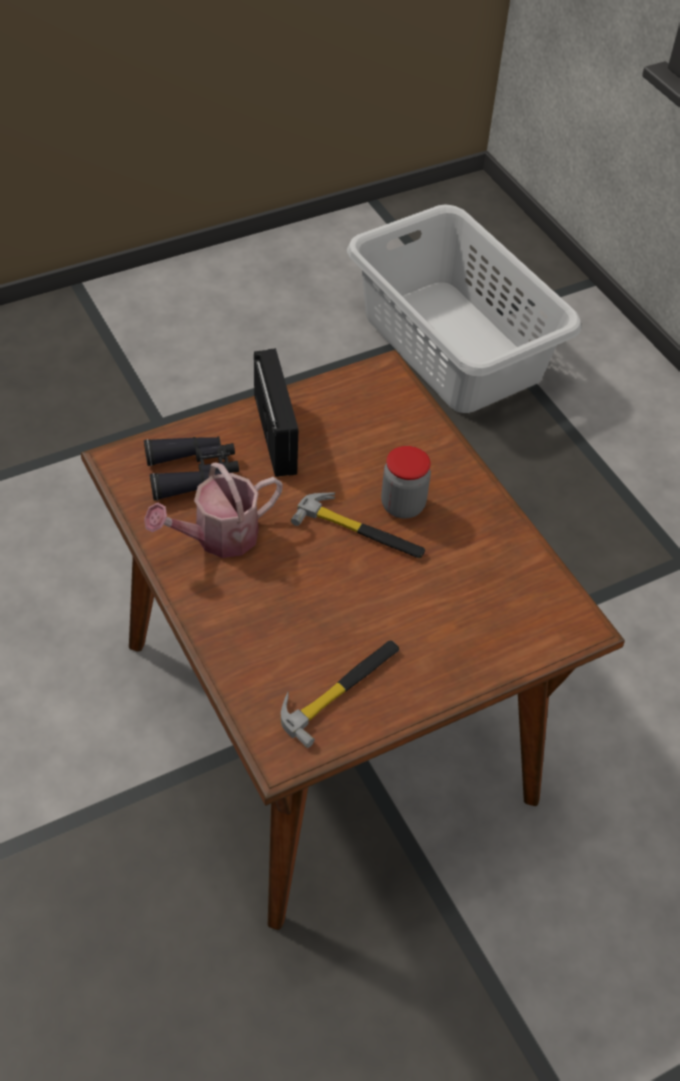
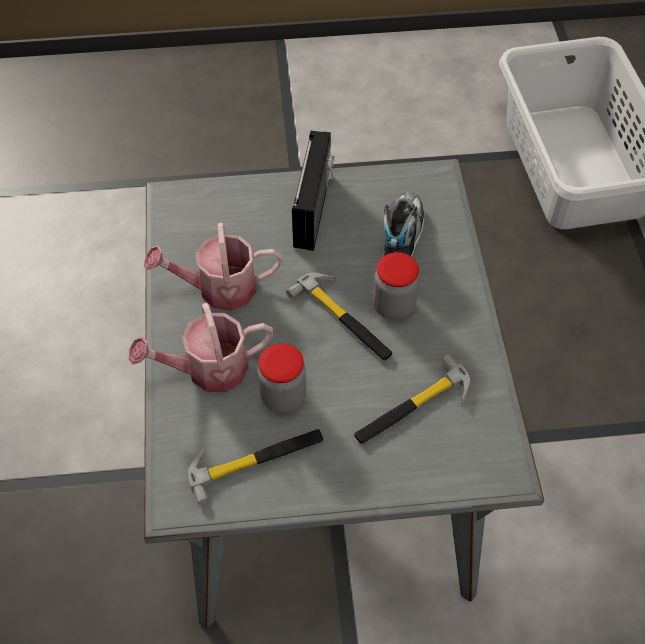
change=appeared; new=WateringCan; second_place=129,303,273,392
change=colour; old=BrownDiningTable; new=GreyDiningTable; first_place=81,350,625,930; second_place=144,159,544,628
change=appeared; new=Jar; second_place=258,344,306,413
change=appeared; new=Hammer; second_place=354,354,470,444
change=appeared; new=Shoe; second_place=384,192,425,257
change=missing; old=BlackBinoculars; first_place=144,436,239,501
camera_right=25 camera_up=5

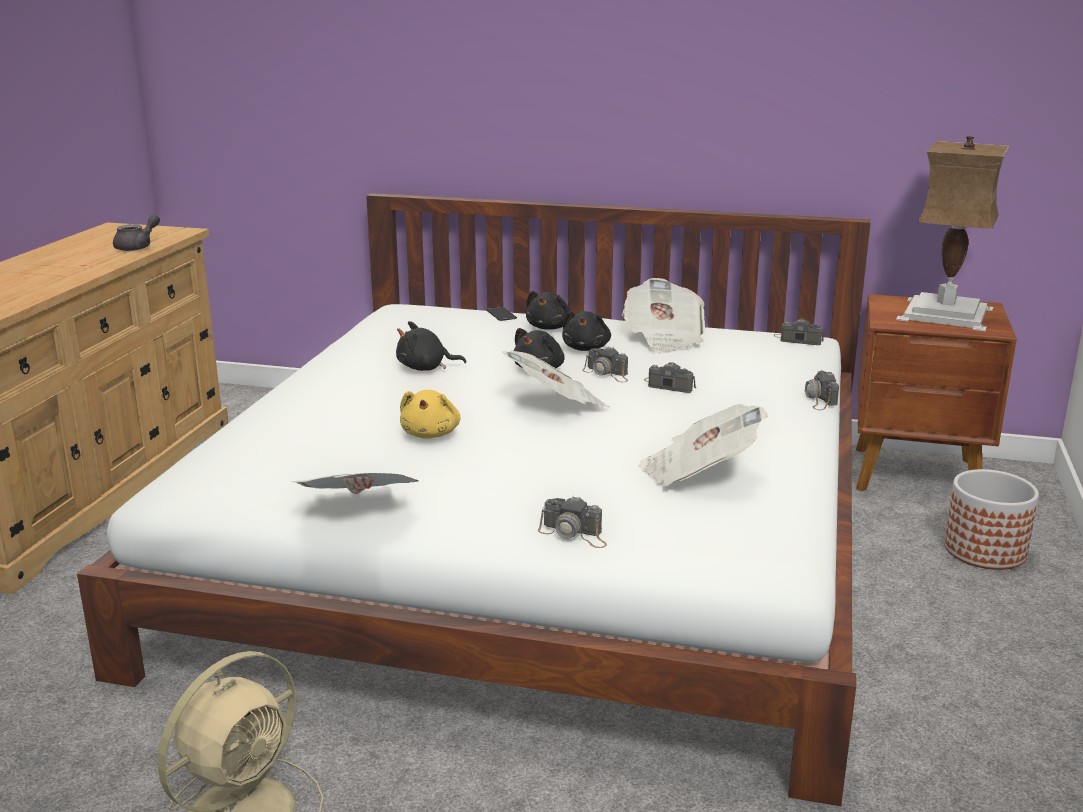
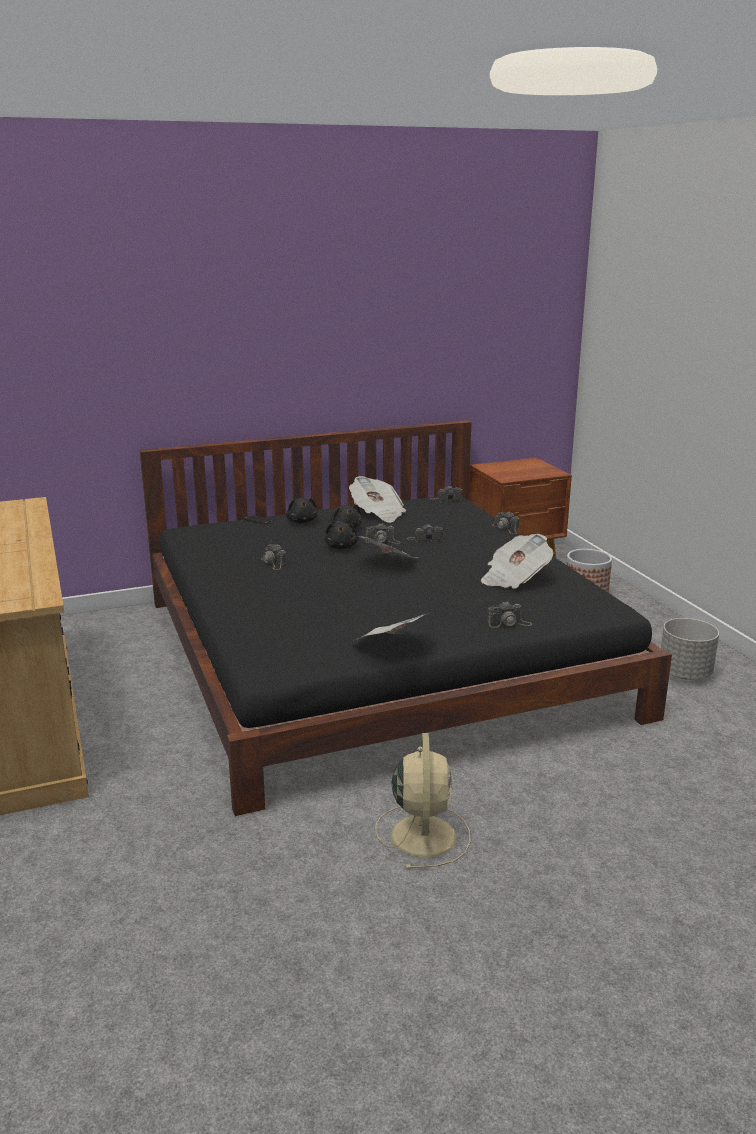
change=colour; old=WhiteBed; new=BlackBed; first_place=77,193,871,806; second_place=139,420,672,816
change=exchanged; old=BlackPlushToy; new=PhotoCamera; first_place=396,321,466,371; second_place=261,544,286,570
change=appeared; new=GreyPlanter; second_place=661,618,719,680
change=missing; old=GreyTeapot; first_place=113,214,160,251
change=missing; old=YellowPlushToy; first_place=400,390,461,438
change=missing; old=TableLamp; first_place=896,136,1009,331
camera_right=-35 camera_up=0

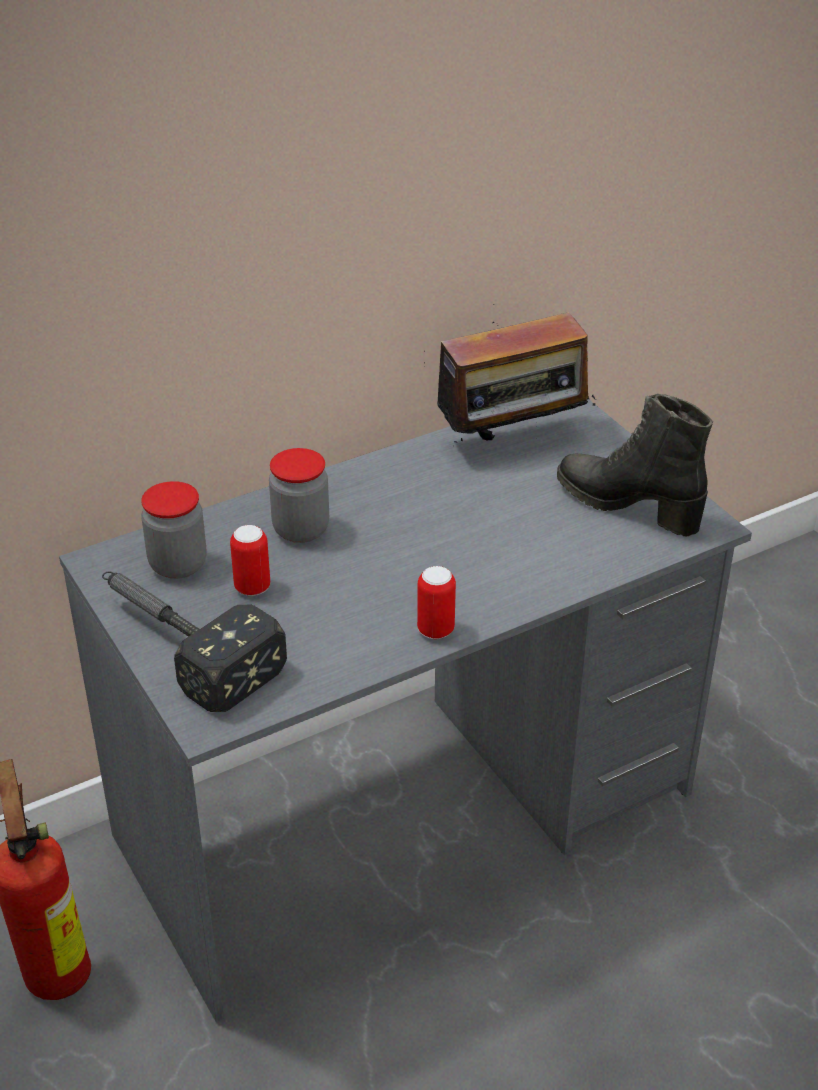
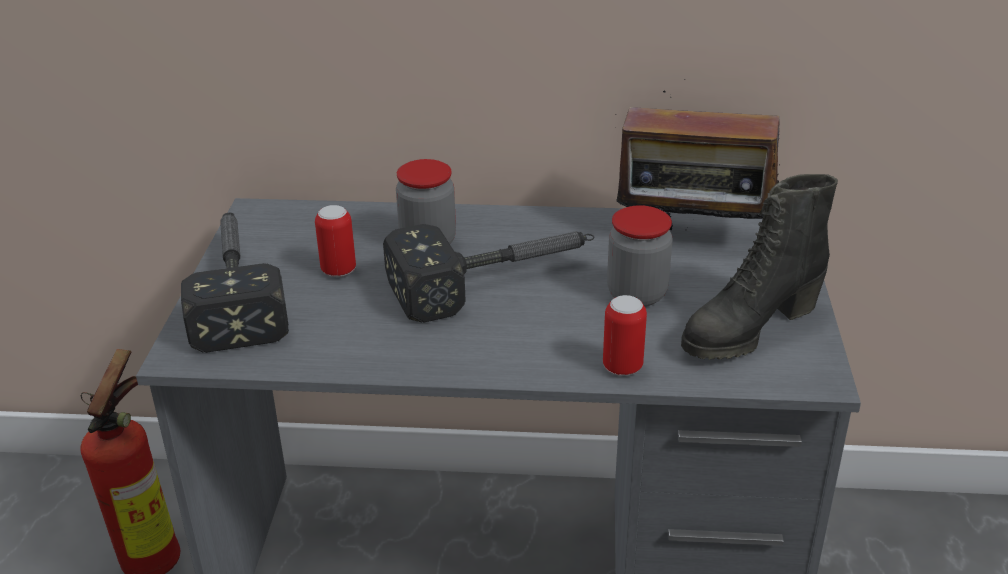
change=appeared; new=Hammer; second_place=383,224,595,323
change=relocated; old=Can; first_place=417,566,456,639; second_place=603,295,647,376
change=relocated; old=Jar; first_place=141,481,206,579; second_place=607,205,673,307
change=spun; old=BlackBoot; first_place=557,394,713,536; second_place=681,174,838,360; degrees=-105
camera_right=35 camera_up=-5

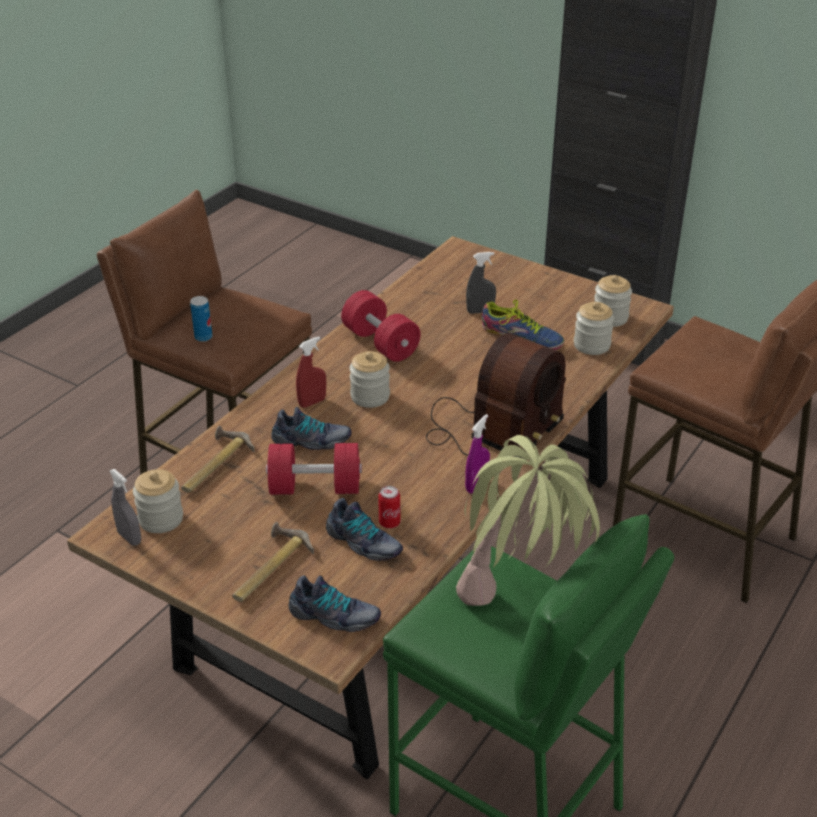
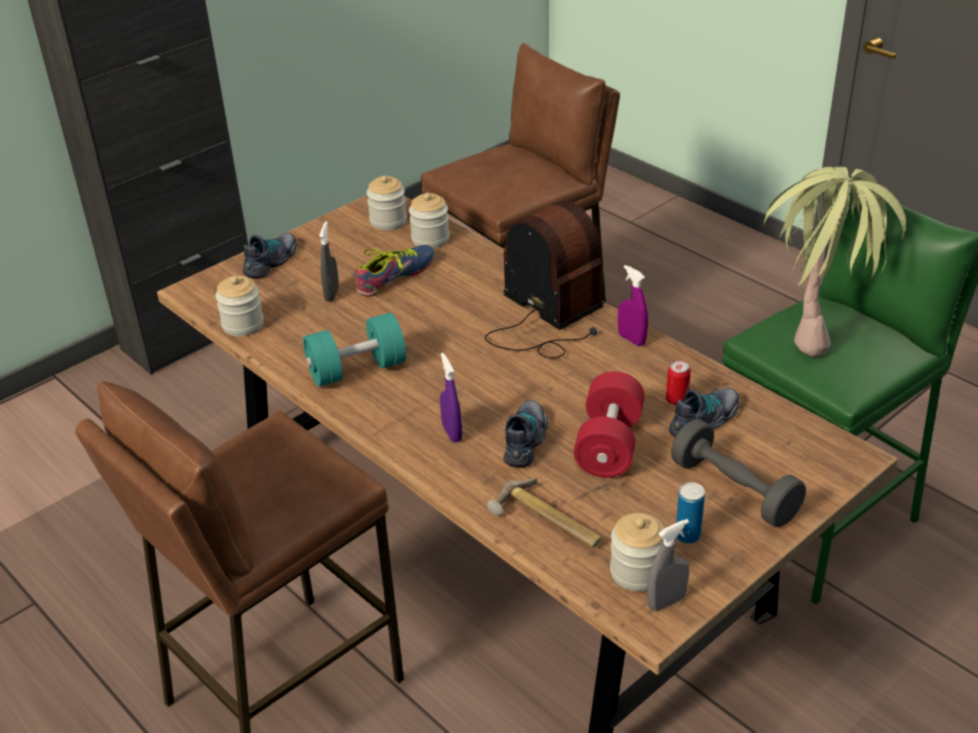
change=relocated; old=Jar; first_place=349,351,390,408; second_place=215,276,264,336
change=relocated; old=Shoe; first_place=289,575,381,632; second_place=243,233,297,279
change=colour; old=RedDumbbell; new=TurquoiseDumbbell; first_place=341,290,421,362; second_place=303,313,406,387
change=colour; old=RedSprayBottle; new=PurpleSprayBottle; first_place=296,337,326,408; second_place=440,353,462,442
change=exchanged; old=Hammer; new=GreyDumbbell; first_place=232,522,314,602; second_place=671,419,806,527
change=relocated; old=Can; first_place=190,296,213,342; second_place=676,482,705,544
camera_right=-75 camera_up=0

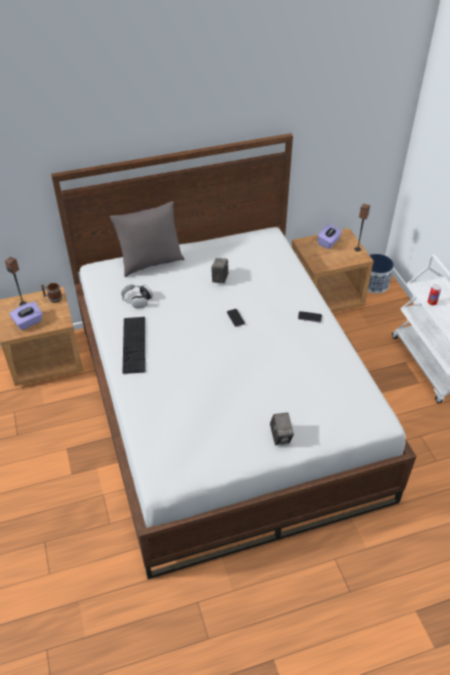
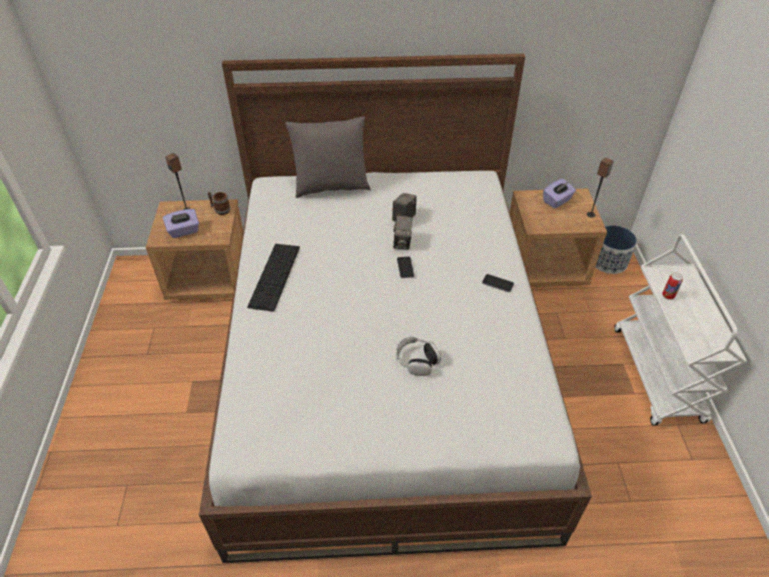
change=relocated; old=PhotoCamera; first_place=270,413,294,445; second_place=393,215,413,250
change=relocated; old=Headphones; first_place=121,284,153,308; second_place=396,337,441,376
camera_right=15 camera_up=0

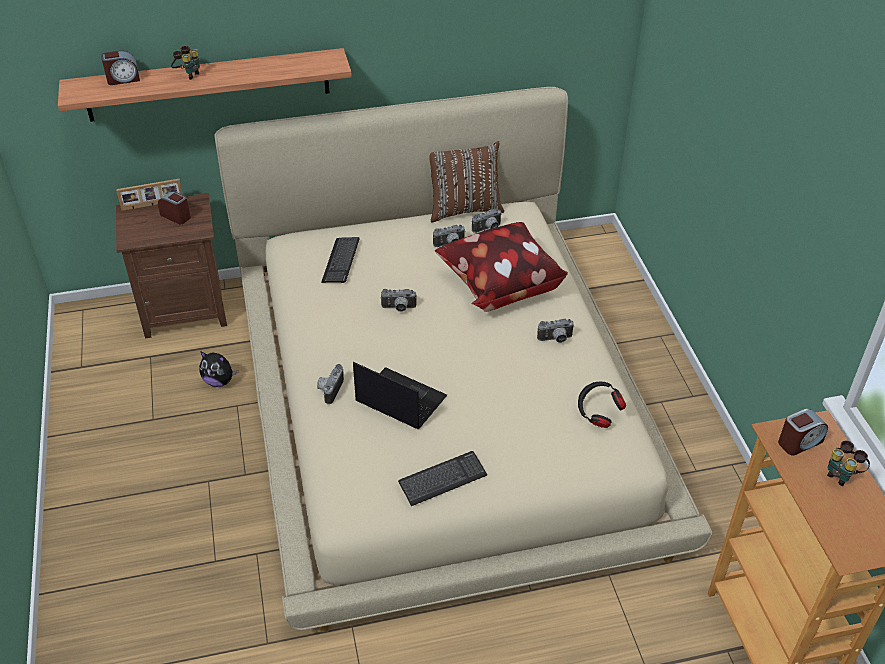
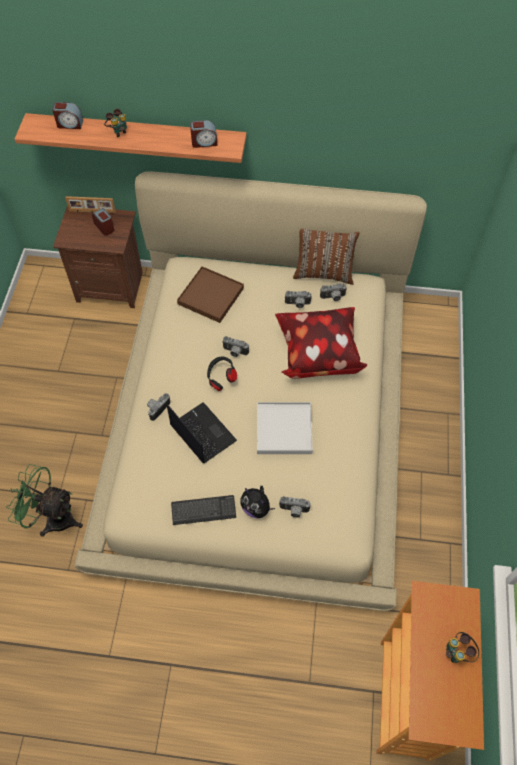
change=appeared; new=GreenFan; second_place=6,464,83,537
change=exchanged; old=Keyboard; new=BrownTray; first_place=321,237,360,283; second_place=177,266,244,323
change=relocated; old=AlarmClock; first_place=778,408,828,456; second_place=190,120,217,148
change=relocated; old=BlackHeadphones; first_place=578,381,626,428; second_place=207,357,237,391
change=relocated; old=PlushToy; first_place=199,351,238,387; second_place=241,486,275,518
change=appeared; new=WhiteTray; second_place=257,402,313,454
change=relocated; old=PhotoCamera; first_place=537,319,574,343; second_place=279,496,311,518
camera_right=20 camera_up=15

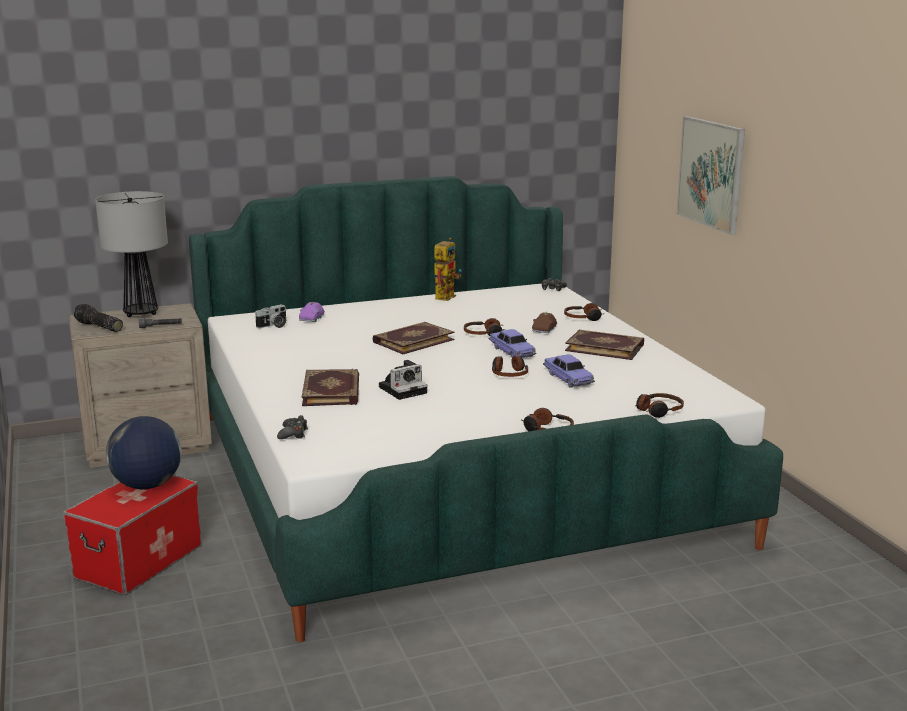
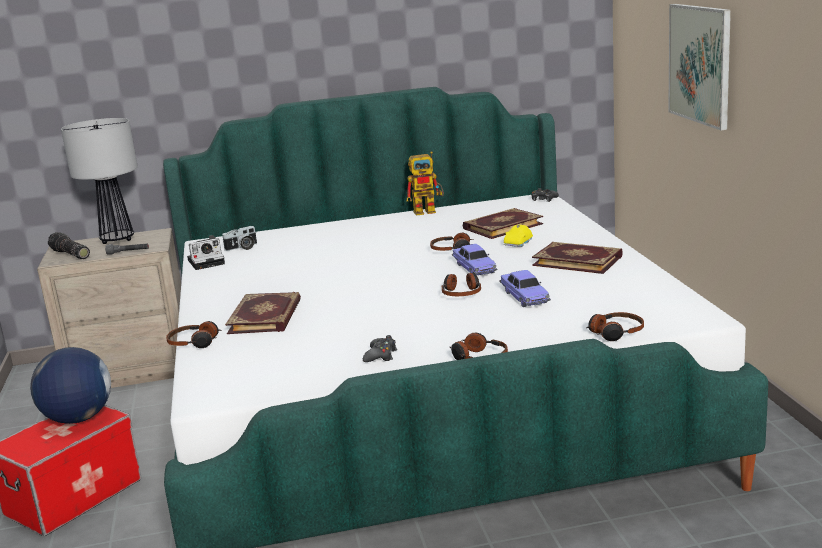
change=relocated; old=Headphones; first_place=564,303,602,321; second_place=166,321,222,348
change=relocated; old=PhotoCamera; first_place=379,360,427,400; second_place=187,235,225,270
change=relocated; old=BlackGameController; first_place=277,415,308,439; second_place=363,335,397,362
change=spun; old=ToyRobot; first_place=434,238,462,301; second_place=406,151,444,216; degrees=45
change=relocated; old=Book; first_place=373,322,454,354; second_place=463,208,543,239
change=colour; old=BrownToyCar; new=YellowToyCar; first_place=532,312,557,333; second_place=504,224,533,247
change=missing; old=PurpleToyCar; first_place=299,301,325,322
camera_right=10 camera_up=0

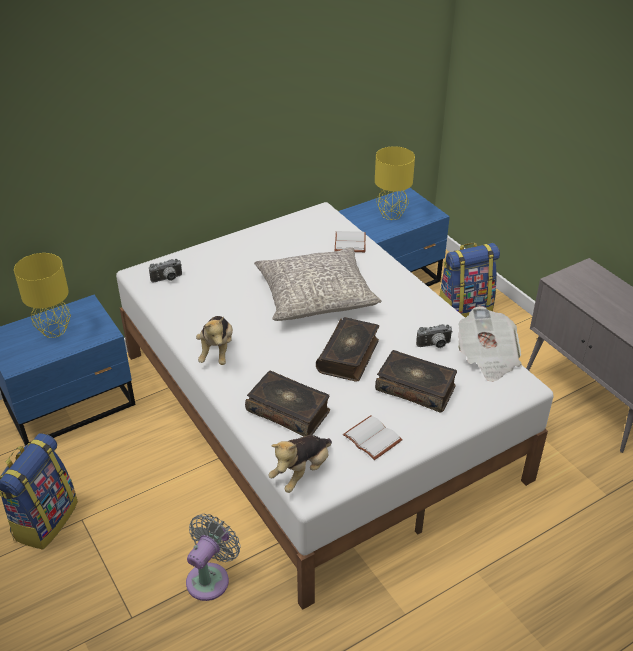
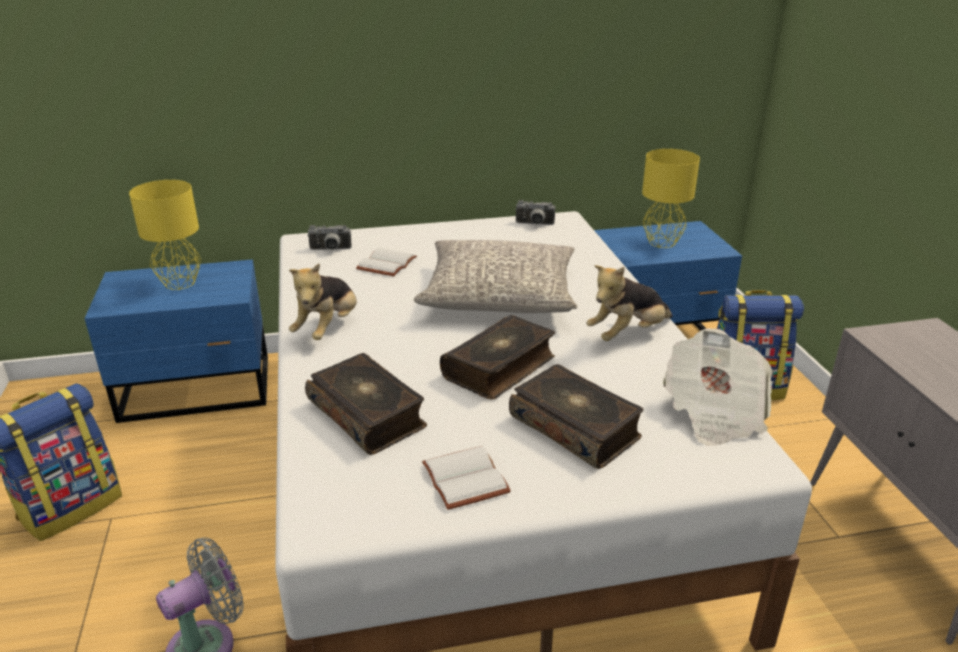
change=relocated; old=WhiteBook; first_place=335,231,366,252; second_place=356,248,417,276
change=relocated; old=PhotoCamera; first_place=416,324,453,348; second_place=515,200,556,225
change=relocated; old=PlushToy; first_place=269,435,332,493; second_place=586,265,673,341
camera_right=20 camera_up=-10

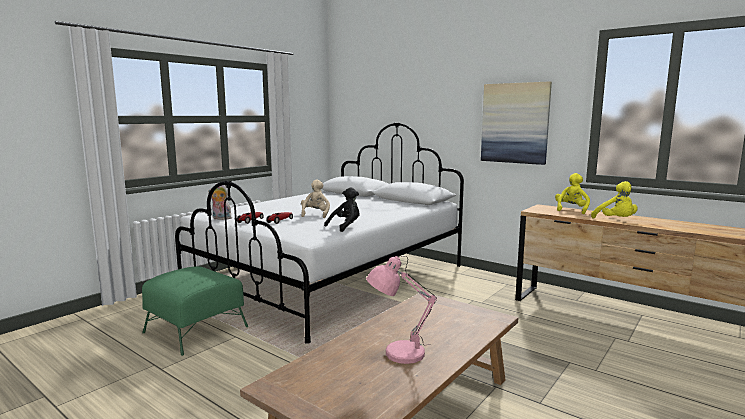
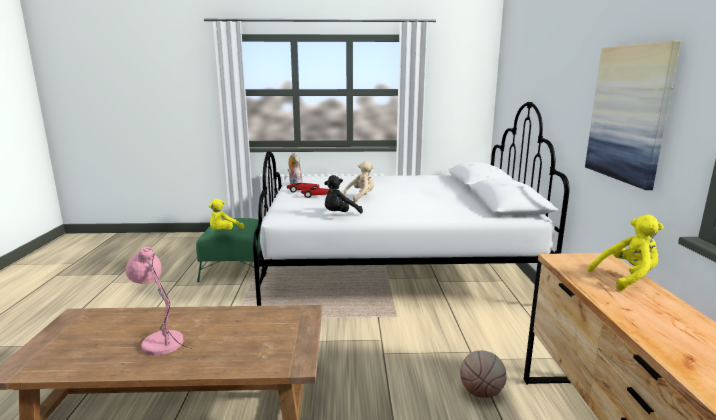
change=relocated; old=YellowPlushToy; first_place=591,181,638,218; second_place=208,199,244,230
change=spun; old=BlackPlushToy; first_place=324,187,360,232; second_place=324,175,363,213; degrees=135
change=appeared; new=Basketball; second_place=460,350,507,398
camera_right=50 camera_up=5

